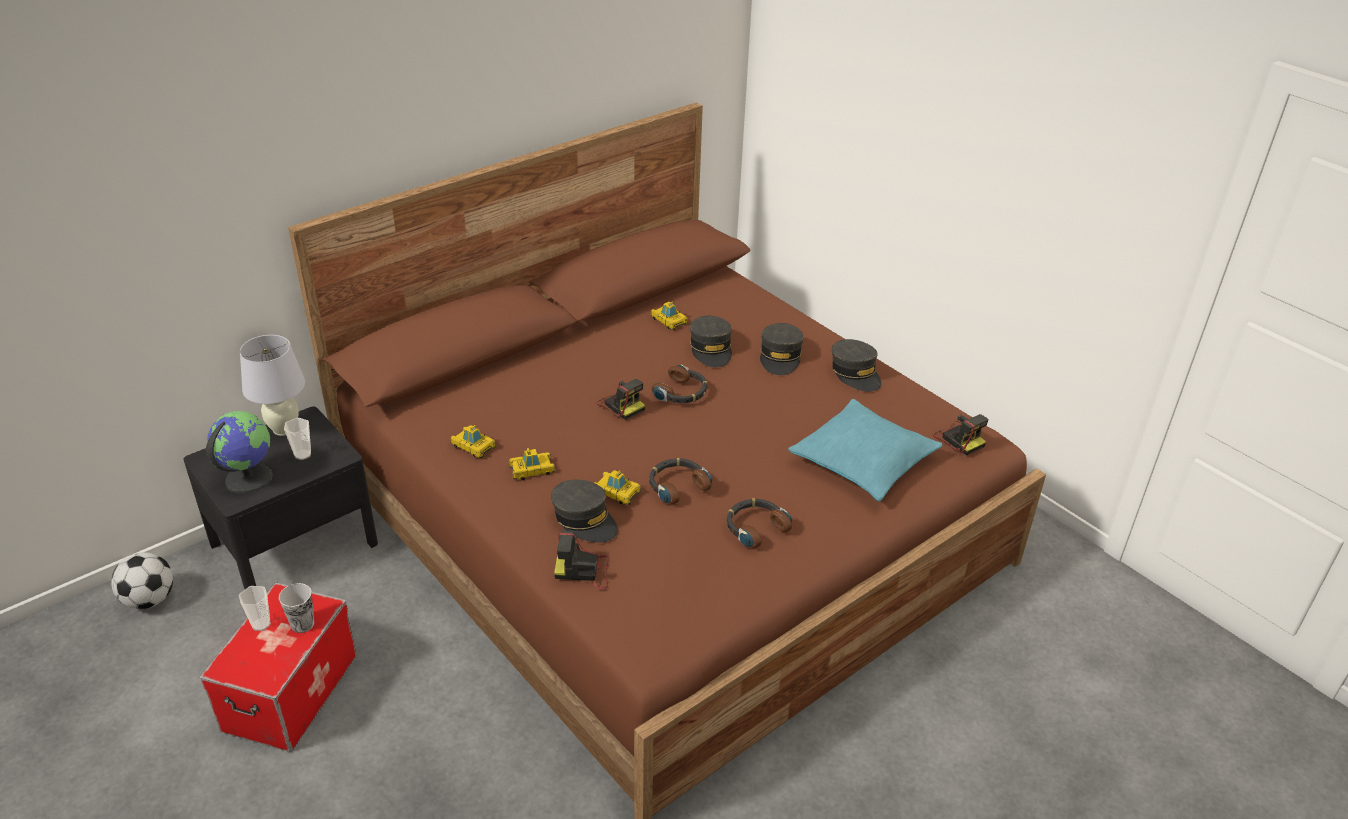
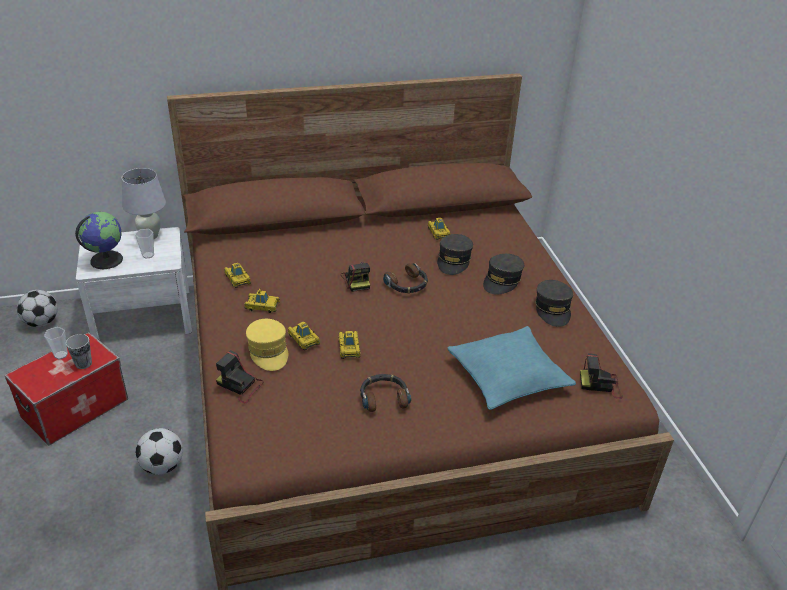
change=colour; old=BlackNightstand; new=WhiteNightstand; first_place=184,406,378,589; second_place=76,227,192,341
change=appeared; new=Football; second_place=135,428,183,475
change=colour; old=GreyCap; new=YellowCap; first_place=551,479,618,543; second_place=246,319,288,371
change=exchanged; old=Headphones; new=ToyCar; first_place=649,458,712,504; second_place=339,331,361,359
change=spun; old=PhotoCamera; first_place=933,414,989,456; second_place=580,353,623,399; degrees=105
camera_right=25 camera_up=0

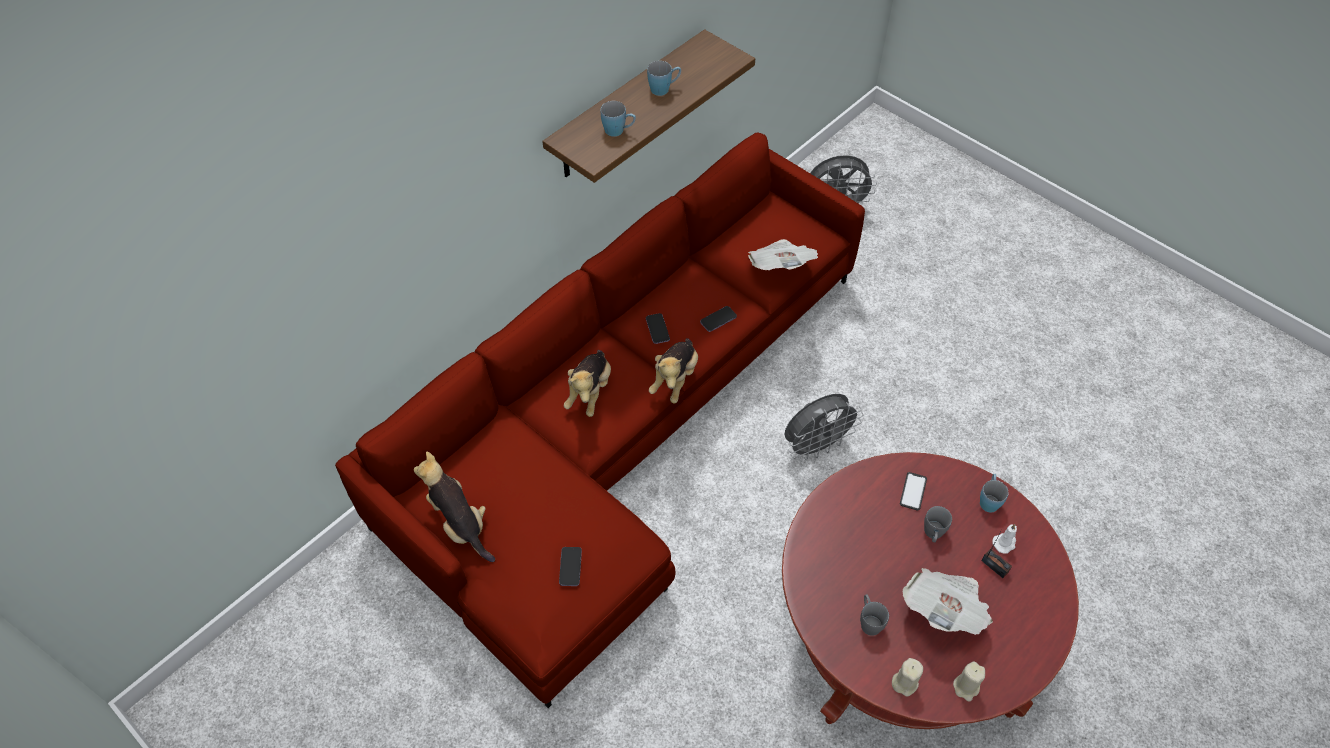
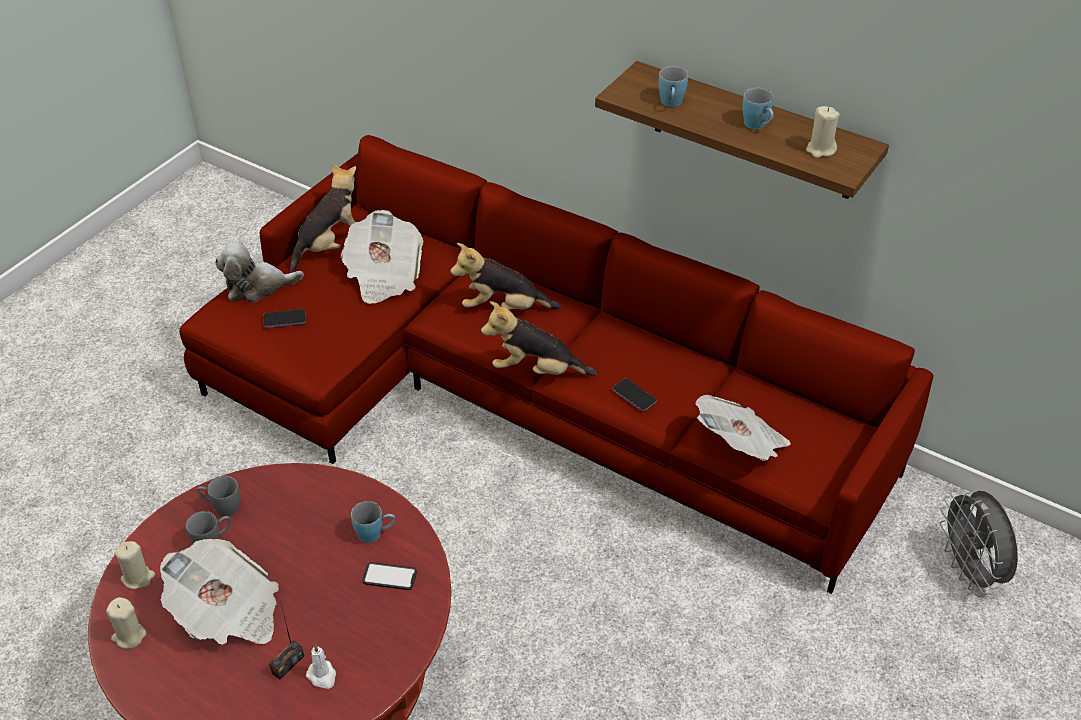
change=relocated; old=GreyMug; first_place=924,506,952,542; second_place=197,476,240,517
change=appeared; new=PlushToy; second_place=215,241,304,303
change=appeared; new=Newspaper; second_place=341,210,423,304
change=relocated; old=BlueMug; first_place=980,474,1009,512; second_place=351,501,395,543
change=appeared; new=BeigeCandle; second_place=806,106,840,158
change=missing; old=Phone; first_place=646,313,670,344
change=missing; old=GreyFan; first_place=784,394,863,461
camera_right=80 camera_up=-10

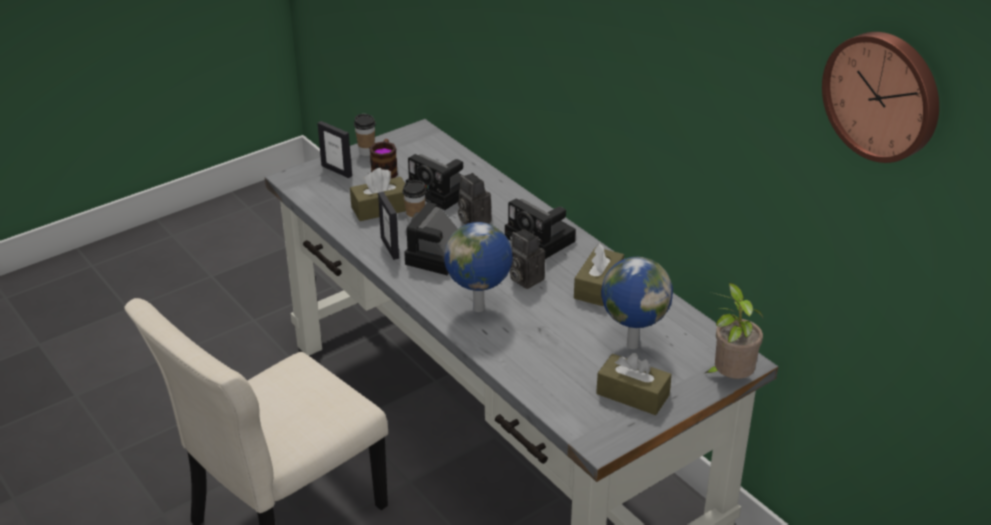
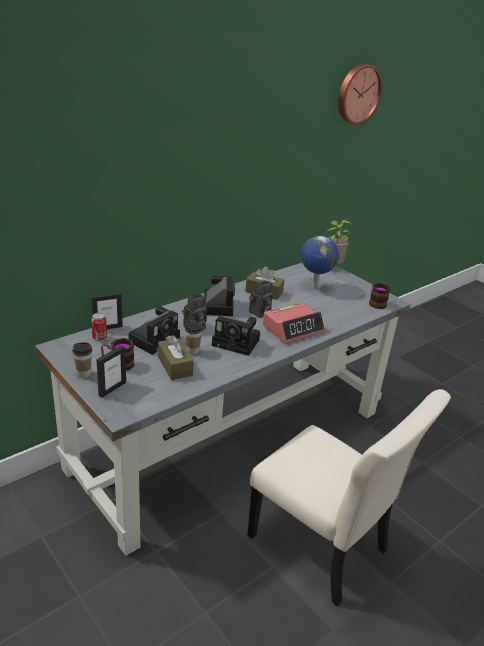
change=relocated; old=PictureFrame; first_place=378,192,399,260; second_place=91,292,123,329
change=appeared; new=Can; second_place=91,313,107,341
change=spun; old=PhotoCamera; first_place=505,198,576,259; second_place=204,275,235,316; degrees=-45
change=exchanged; old=Globe; new=AlarmClock; first_place=444,222,513,312; second_place=263,302,325,344
change=appeared; new=Mug; second_place=369,283,391,309
change=missing; old=BrownTissueBox; first_place=596,353,672,415
camera_right=-95 camera_up=-5

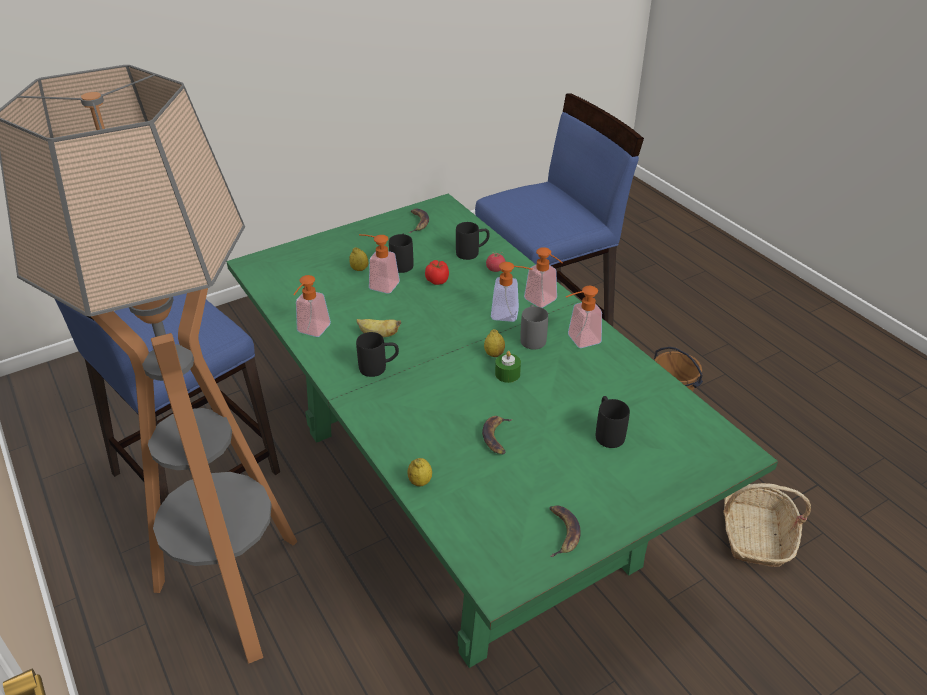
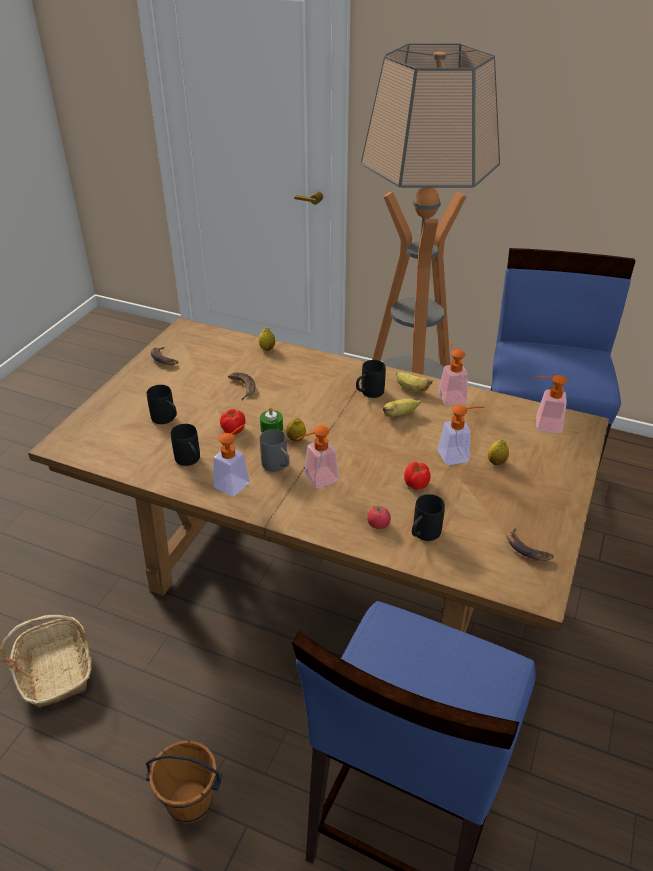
change=colour; old=GreenDiningTable; new=BrownDiningTable; first_place=226,193,778,668; second_place=28,317,609,633
change=relocated; old=BlackMug; first_place=389,234,413,273; second_place=171,424,200,466
change=appeared; new=Tomato; second_place=220,409,245,434
change=appeared; new=Banana; second_place=396,371,433,392
change=relocated; old=SoapDispenser; first_place=524,247,563,308; second_place=534,375,567,433
camera_right=145 camera_up=0

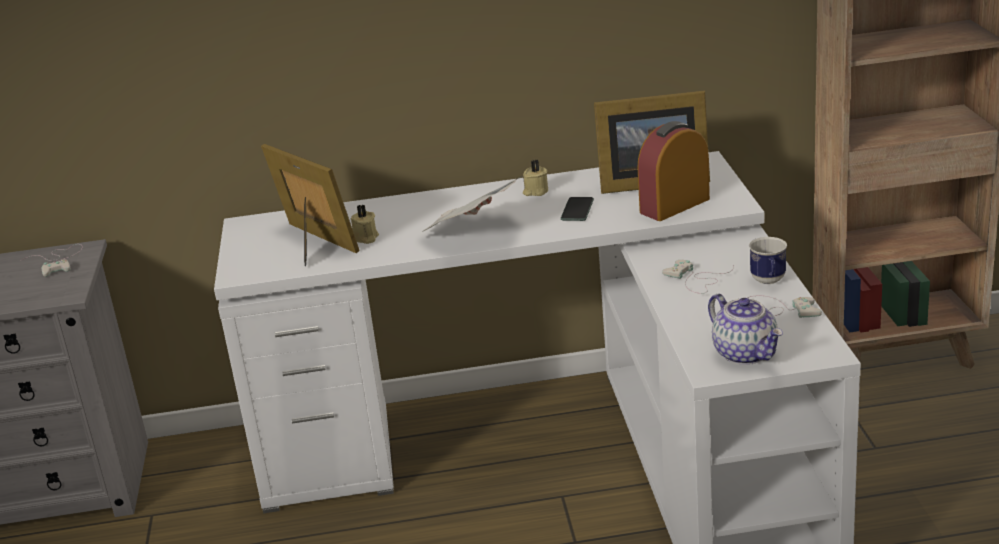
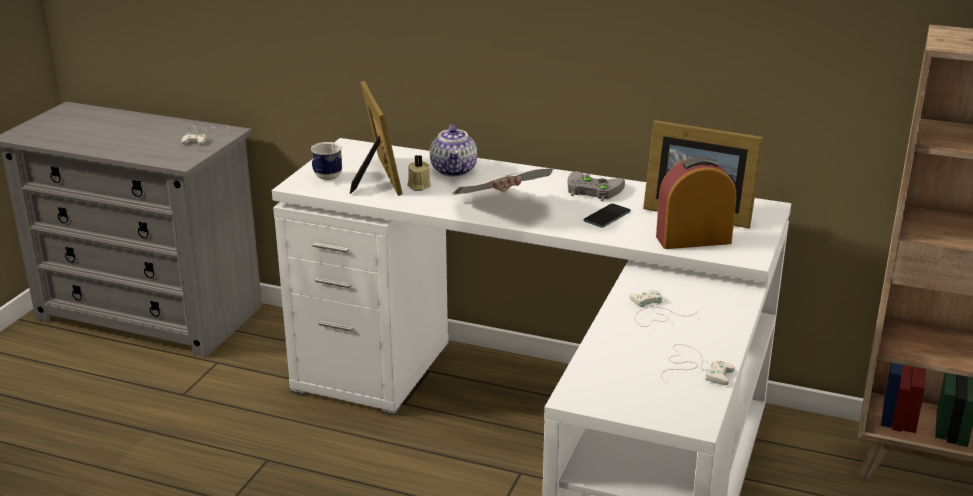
change=relocated; old=Mug; first_place=749,237,787,284; second_place=311,142,342,180
change=relocated; old=Teapot; first_place=708,294,783,365; second_place=430,124,477,177
change=exchanged; old=BeigeCandle; new=GreyGameController; first_place=523,160,548,196; second_place=567,171,625,201
camera_right=25 camera_up=0

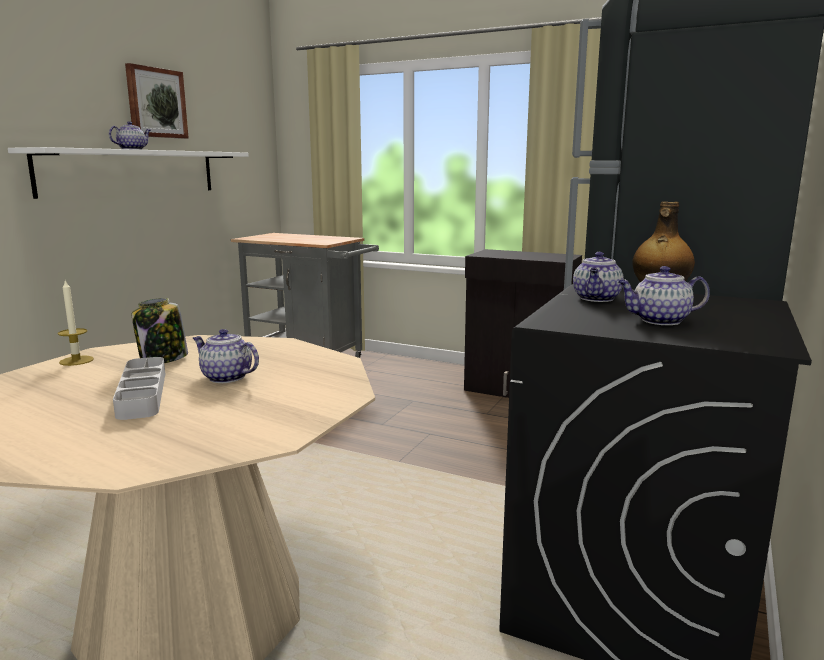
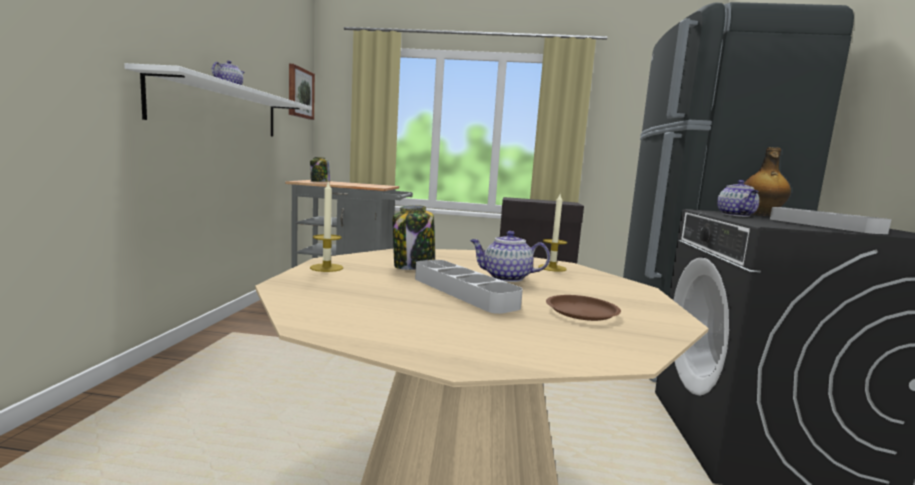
change=relocated; old=Picture; first_place=125,63,189,139; second_place=289,64,315,120
change=appeared; new=Jar; second_place=310,157,330,182
change=appeared; new=Candle; second_place=538,194,567,272
change=appeared; new=BrownPlate; second_place=546,295,621,321
change=exchanged; old=Teapot; new=GreyTray; first_place=618,266,710,325; second_place=770,207,892,234
camera_right=-20 camera_up=-5

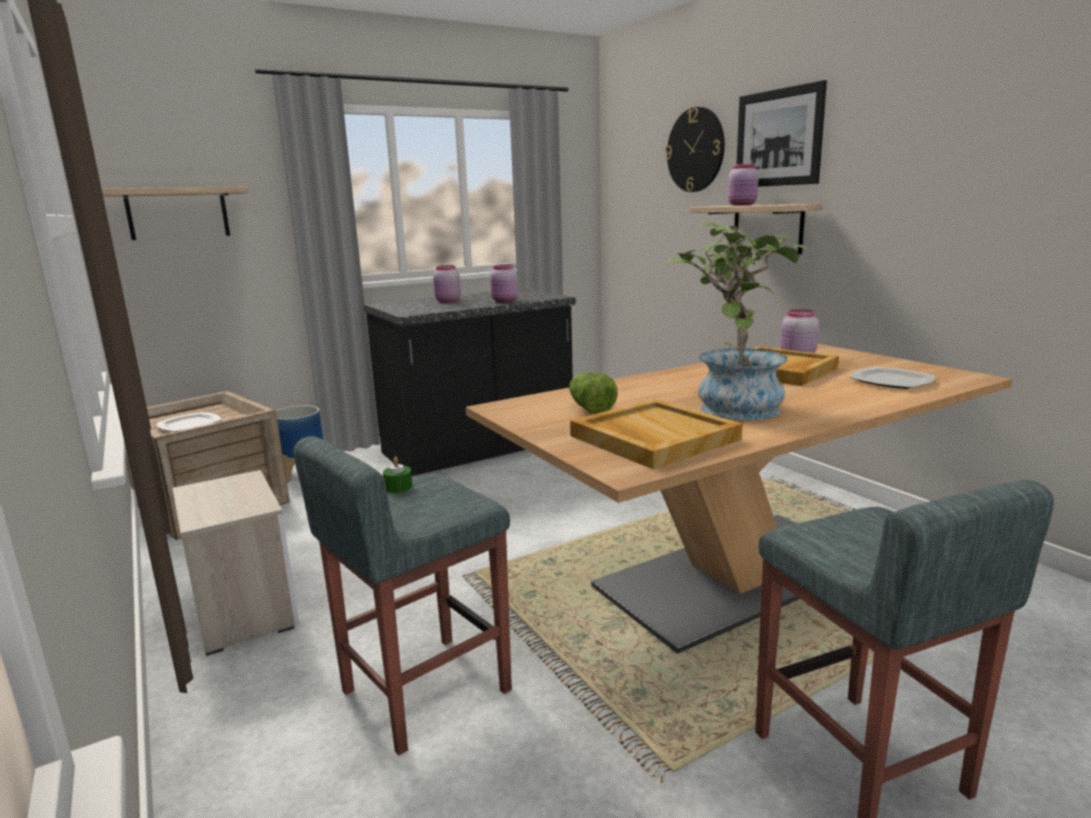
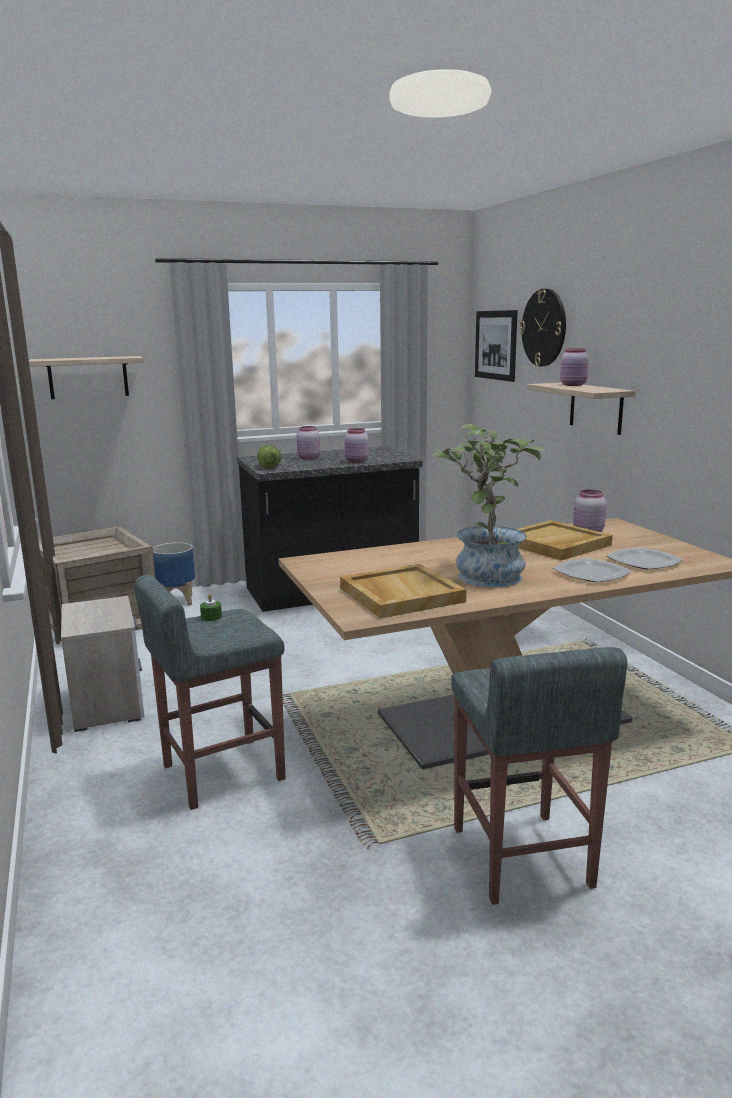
change=relocated; old=Lettuce; first_place=569,372,618,414; second_place=257,445,281,468
change=relocated; old=Picture; first_place=737,80,827,187; second_place=475,310,518,382
change=relocated; old=Plate; first_place=157,412,221,432; second_place=553,558,631,582
camera_right=10 camera_up=0

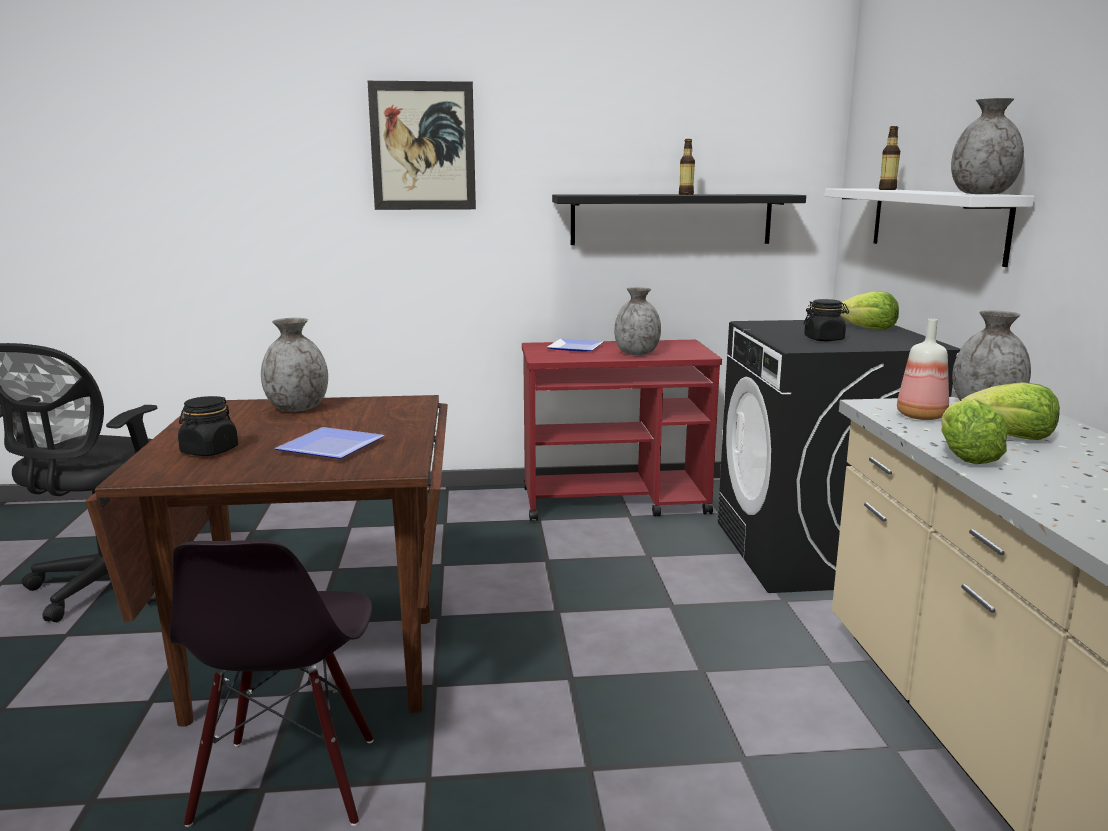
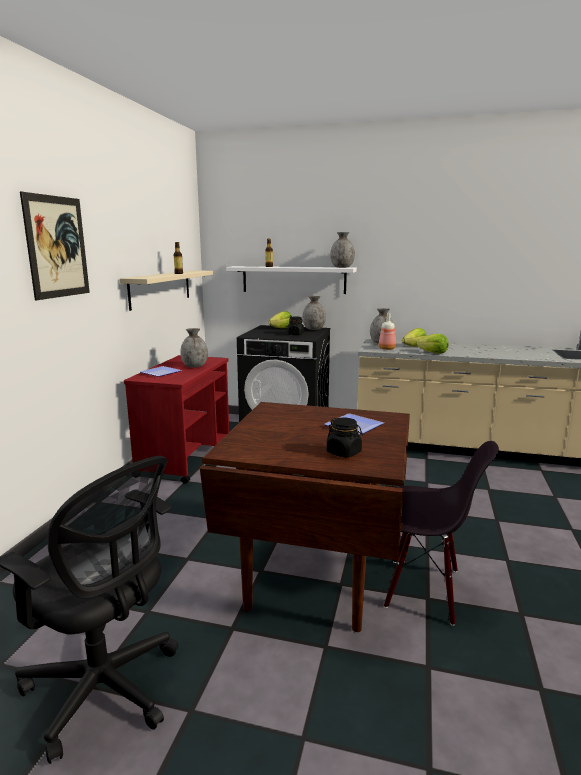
change=colour; old=BlackShelf; new=BeigeShelf; first_place=552,194,806,245; second_place=120,270,213,311
change=relocated; old=GreyVase; first_place=261,318,328,412; second_place=302,296,326,330
camera_right=-70 camera_up=0

